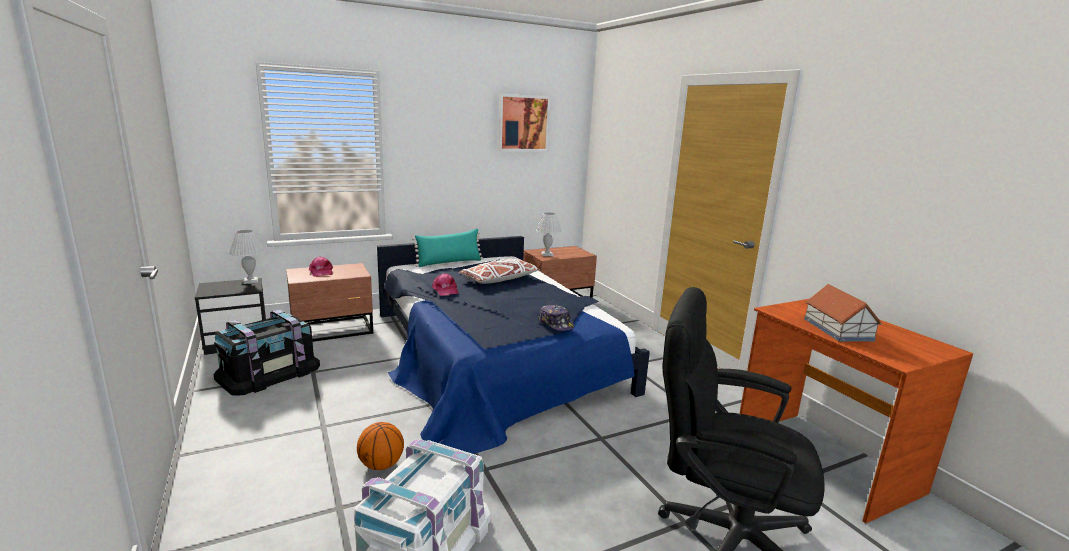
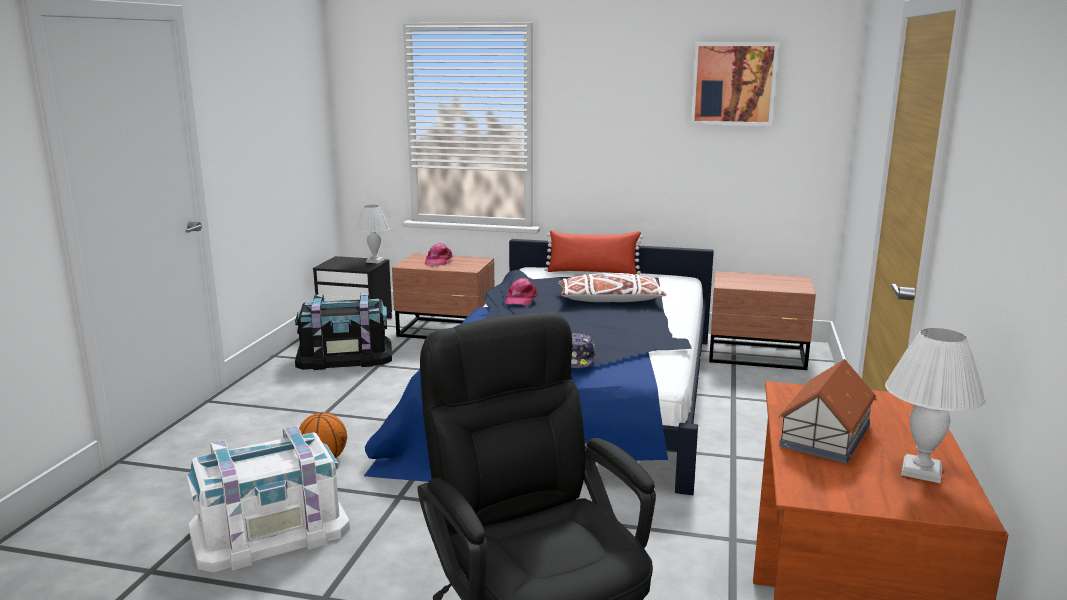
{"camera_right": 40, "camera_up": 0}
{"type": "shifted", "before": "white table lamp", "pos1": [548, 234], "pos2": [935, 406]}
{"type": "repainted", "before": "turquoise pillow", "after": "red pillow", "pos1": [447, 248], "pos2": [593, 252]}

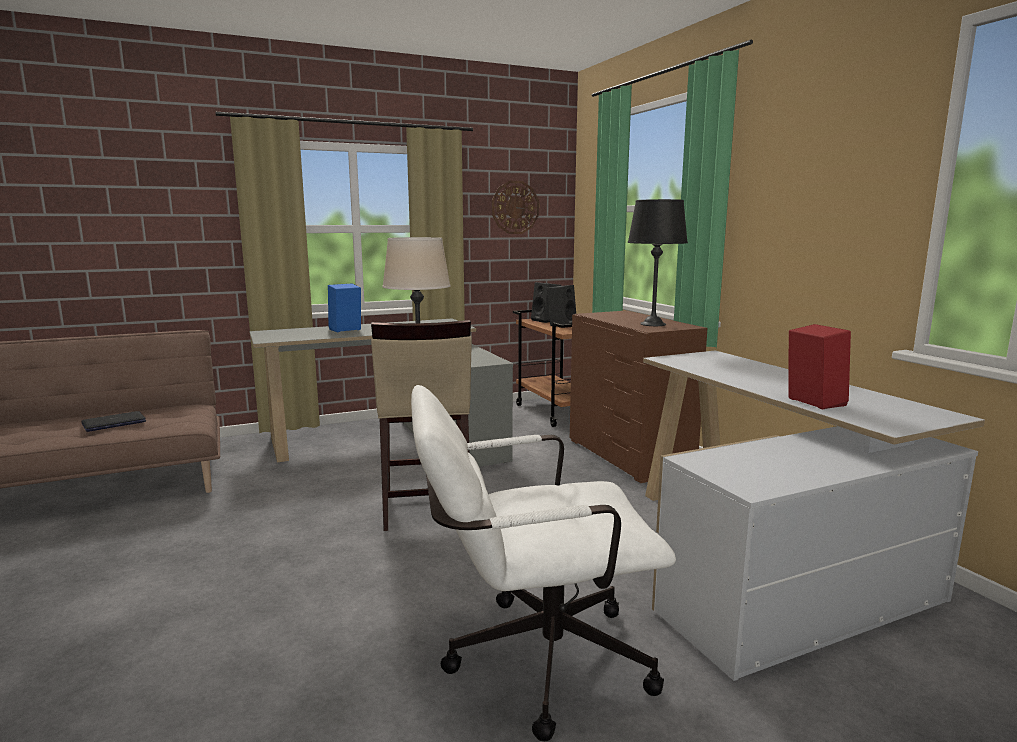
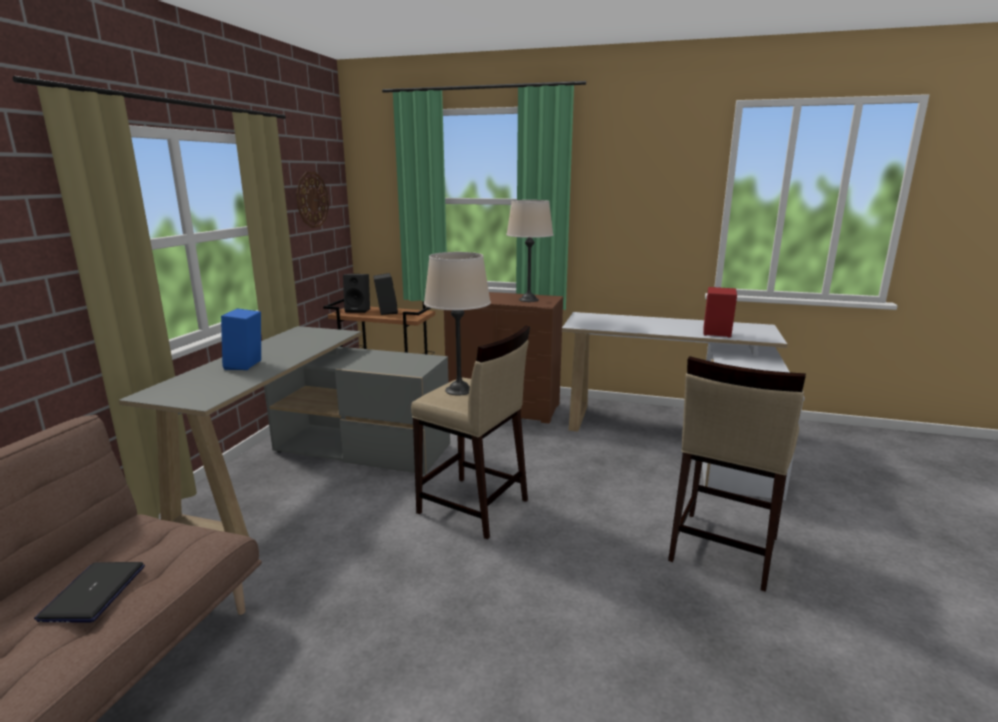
{"camera_right": -50, "camera_up": 5}
{"type": "repainted", "before": "black table lamp", "after": "beige table lamp", "pos1": [658, 262], "pos2": [529, 251]}
{"type": "swapped", "before": "white office chair", "after": "beige stool", "pos1": [543, 563], "pos2": [737, 474]}

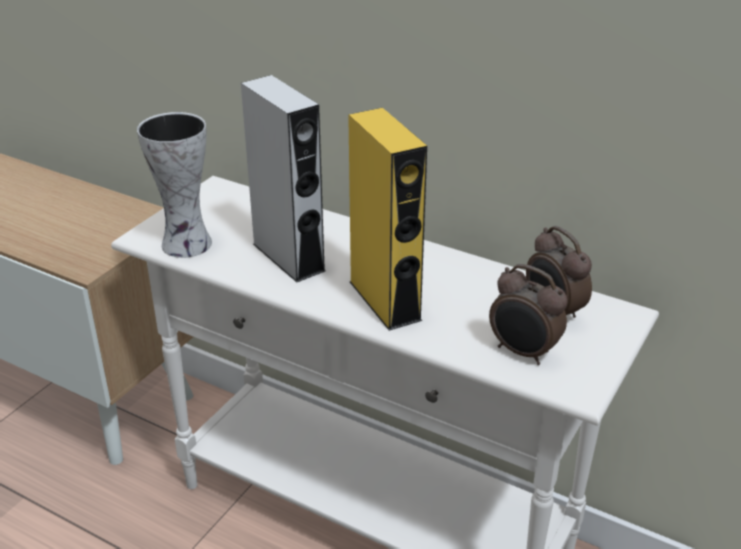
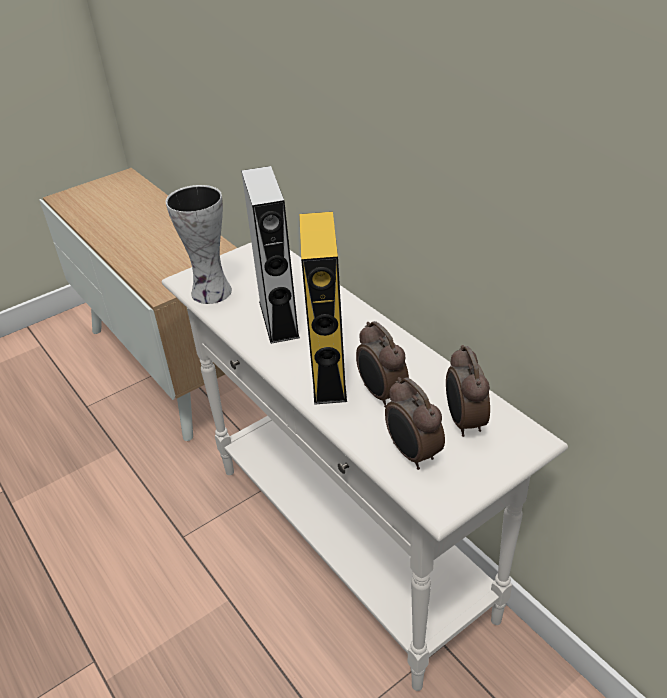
{"camera_right": 25, "camera_up": 5}
{"type": "new", "after": "alarm clock", "pos2": [382, 364]}

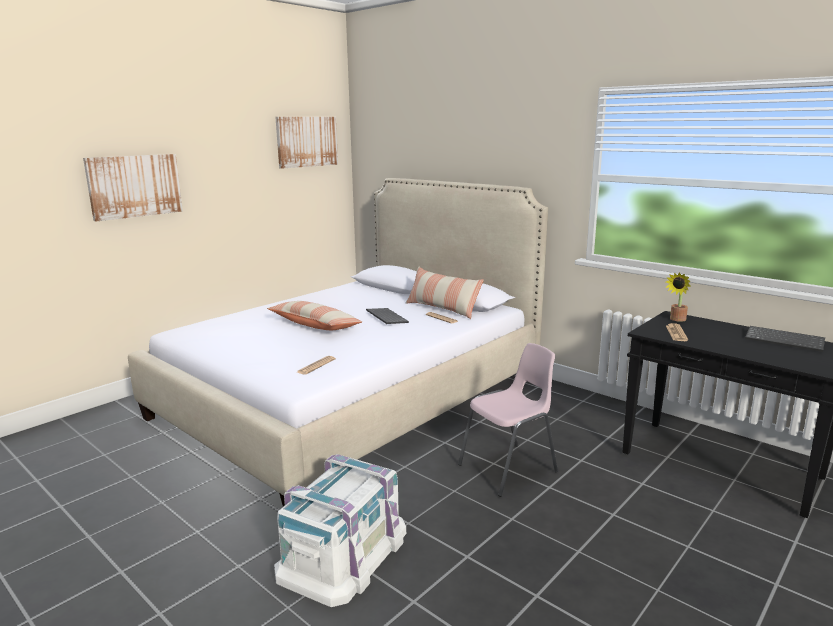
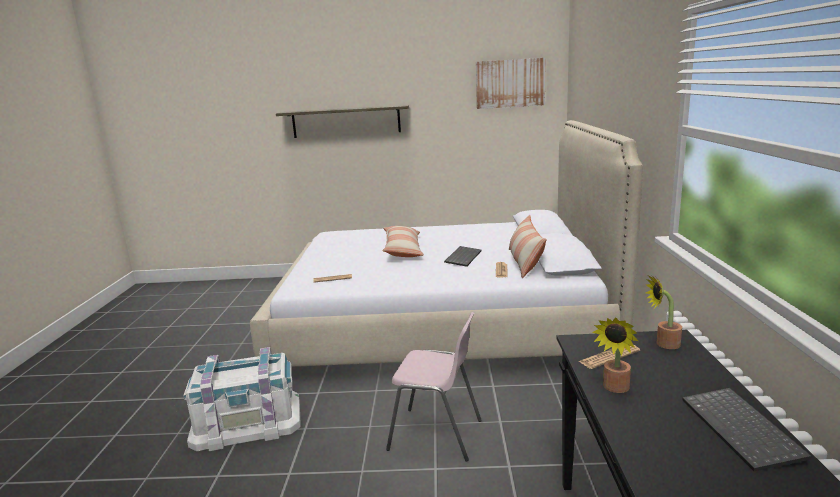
{"camera_right": 50, "camera_up": 0}
{"type": "swapped", "before": "picture", "after": "shelf", "pos1": [133, 187], "pos2": [342, 121]}
{"type": "new", "after": "potted plant", "pos2": [615, 355]}

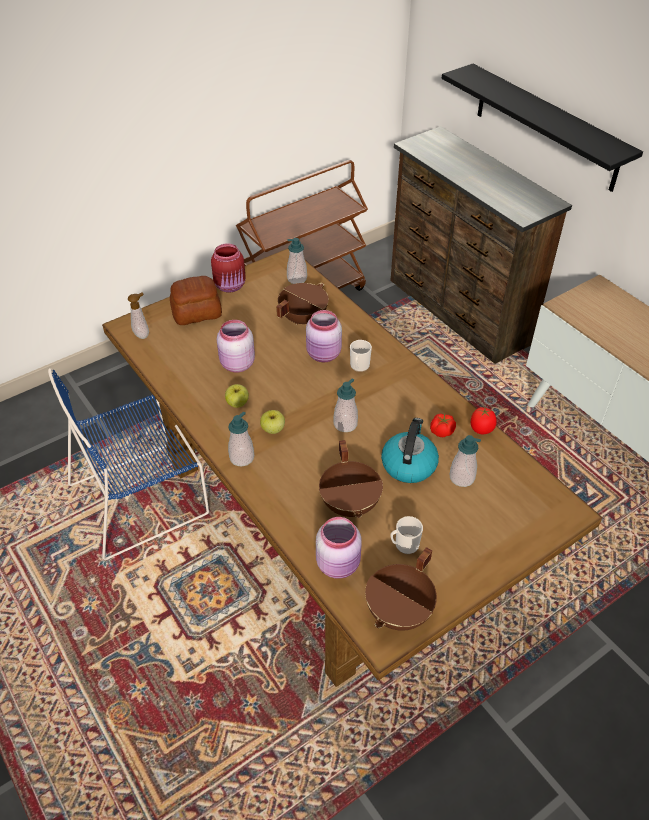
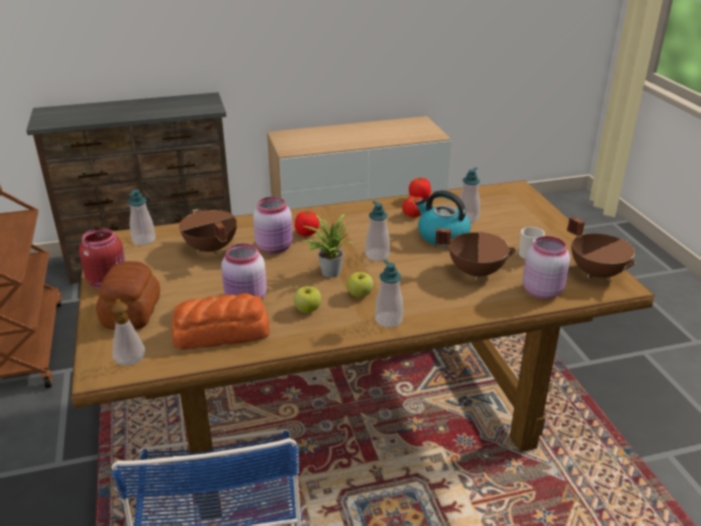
{"camera_right": -70, "camera_up": -15}
{"type": "gone", "before": "black shelf", "pos1": [542, 128]}
{"type": "swapped", "before": "mug", "after": "tomato", "pos1": [361, 356], "pos2": [307, 224]}
{"type": "new", "after": "potted plant", "pos2": [327, 245]}
{"type": "new", "after": "bread", "pos2": [221, 321]}

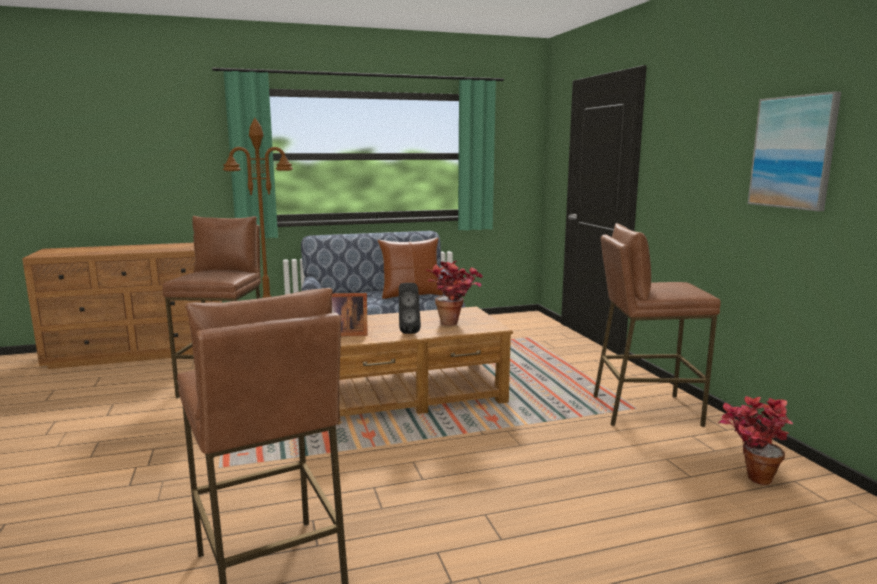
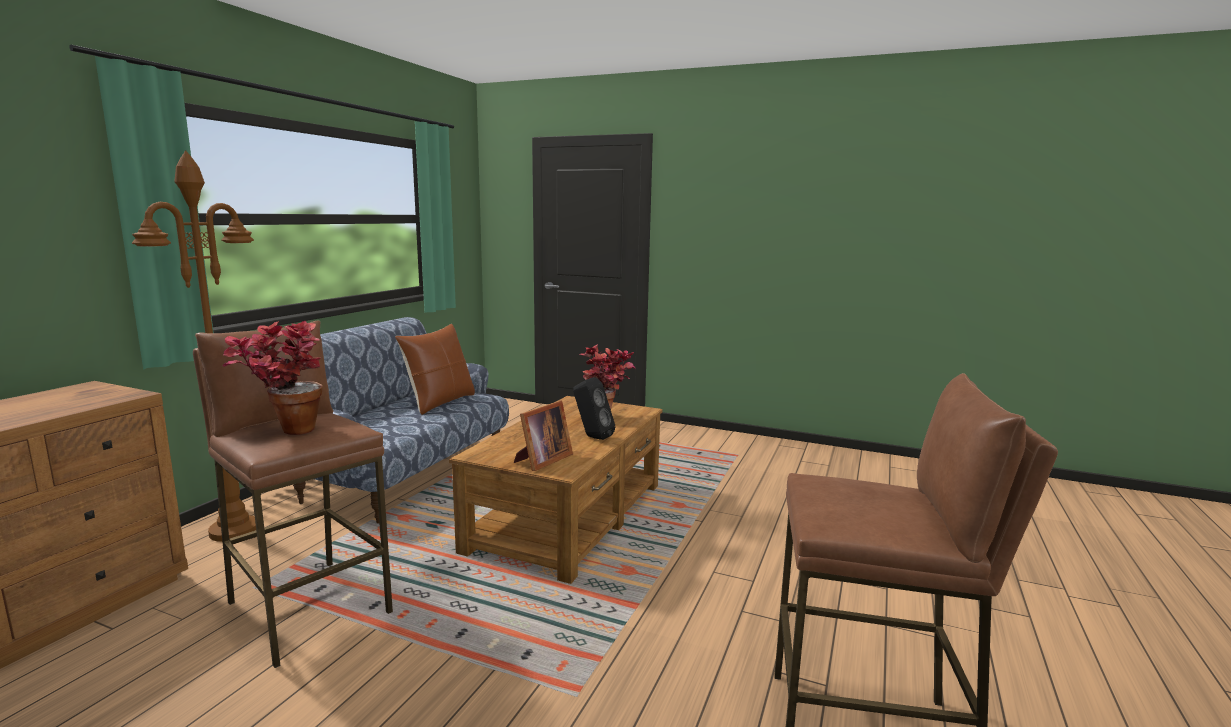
{"camera_right": -50, "camera_up": 0}
{"type": "gone", "before": "picture", "pos1": [794, 151]}
{"type": "gone", "before": "brown stool", "pos1": [657, 325]}
{"type": "shifted", "before": "potted plant", "pos1": [755, 440], "pos2": [272, 378]}

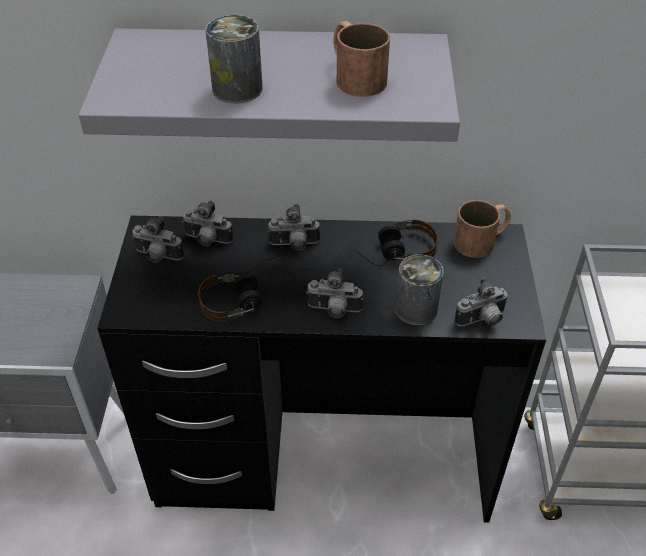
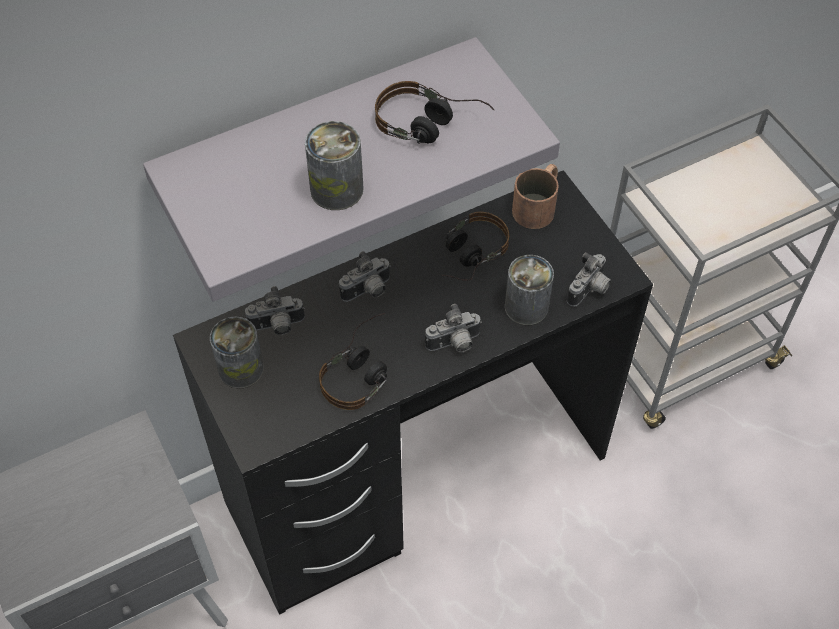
{"camera_right": -30, "camera_up": 10}
{"type": "swapped", "before": "brown mug", "after": "headphones", "pos1": [361, 59], "pos2": [434, 112]}
{"type": "swapped", "before": "photo camera", "after": "can", "pos1": [158, 239], "pos2": [237, 353]}

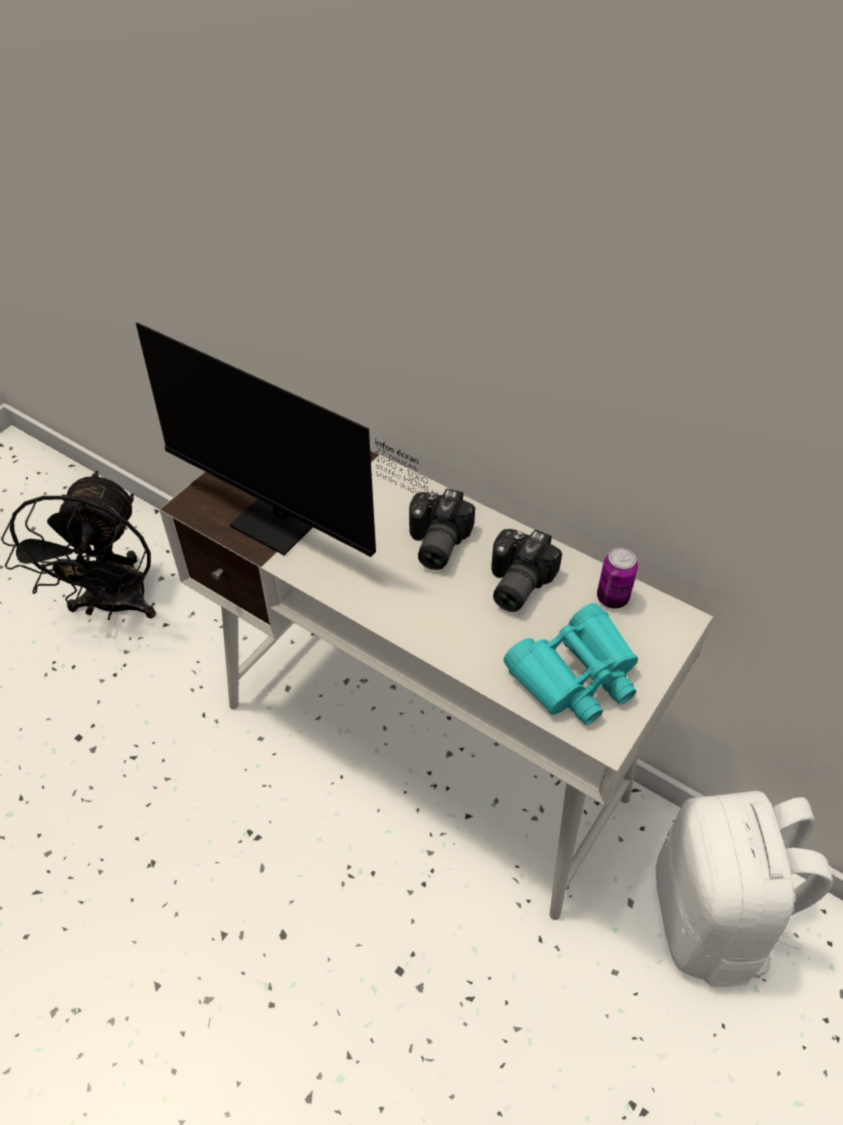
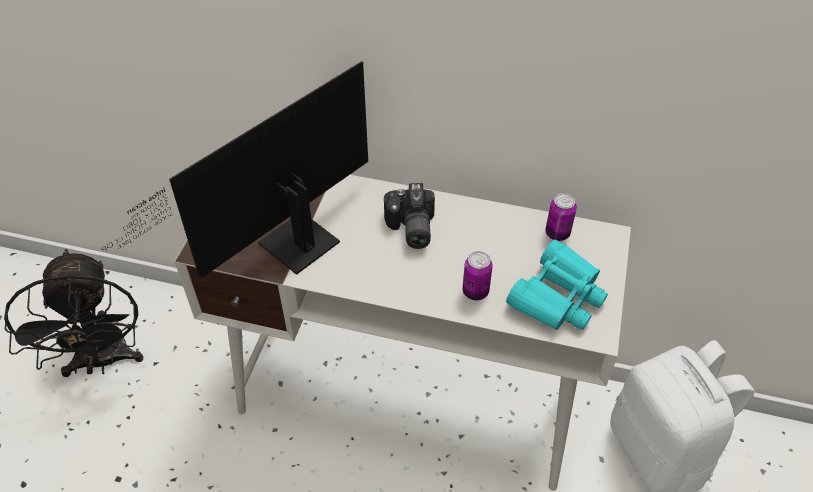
{"camera_right": -20, "camera_up": 0}
{"type": "rotated", "before": "monitor", "pos1": [295, 440], "pos2": [235, 169], "turn": 120}
{"type": "gone", "before": "photo camera", "pos1": [526, 570]}
{"type": "new", "after": "can", "pos2": [478, 275]}

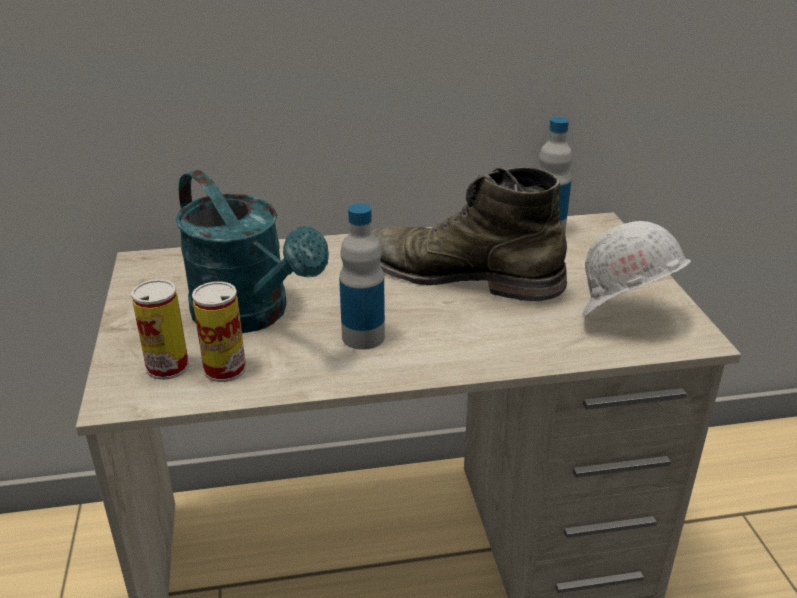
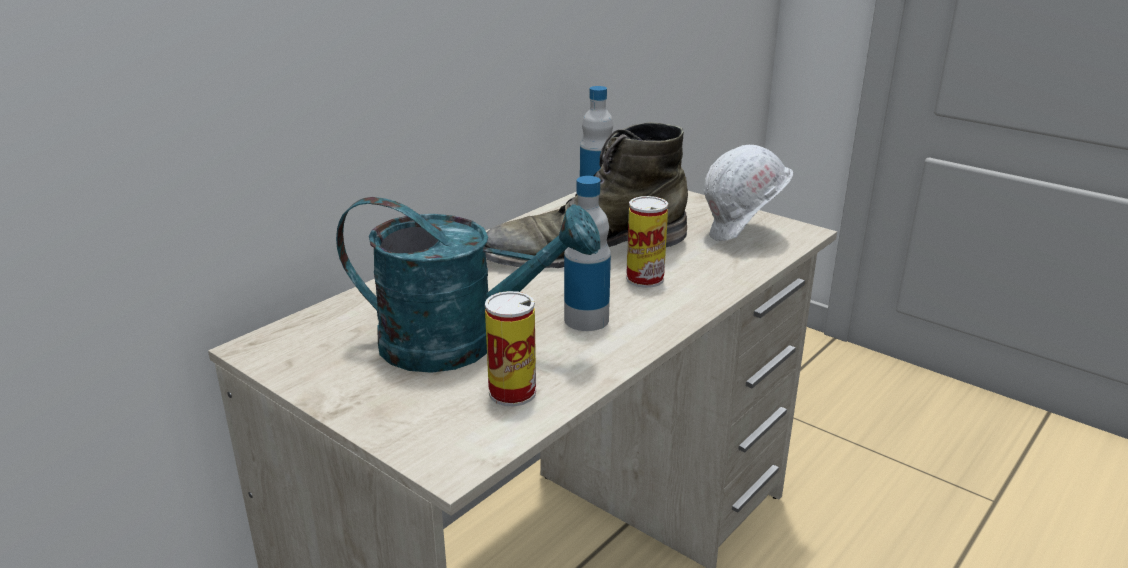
{"camera_right": -40, "camera_up": -5}
{"type": "shifted", "before": "can", "pos1": [160, 329], "pos2": [647, 242]}

